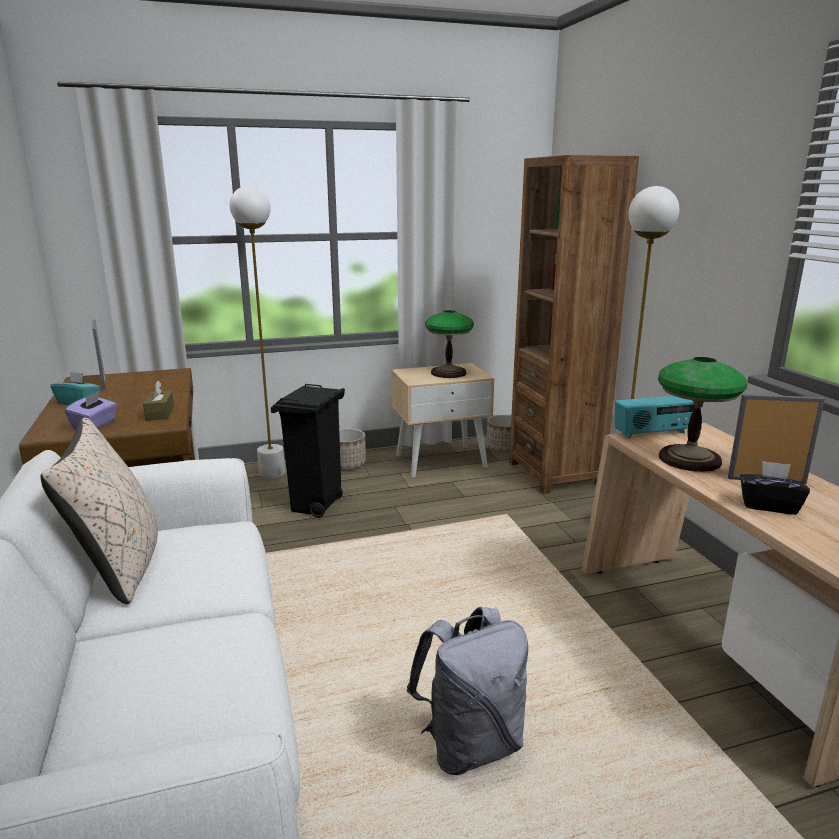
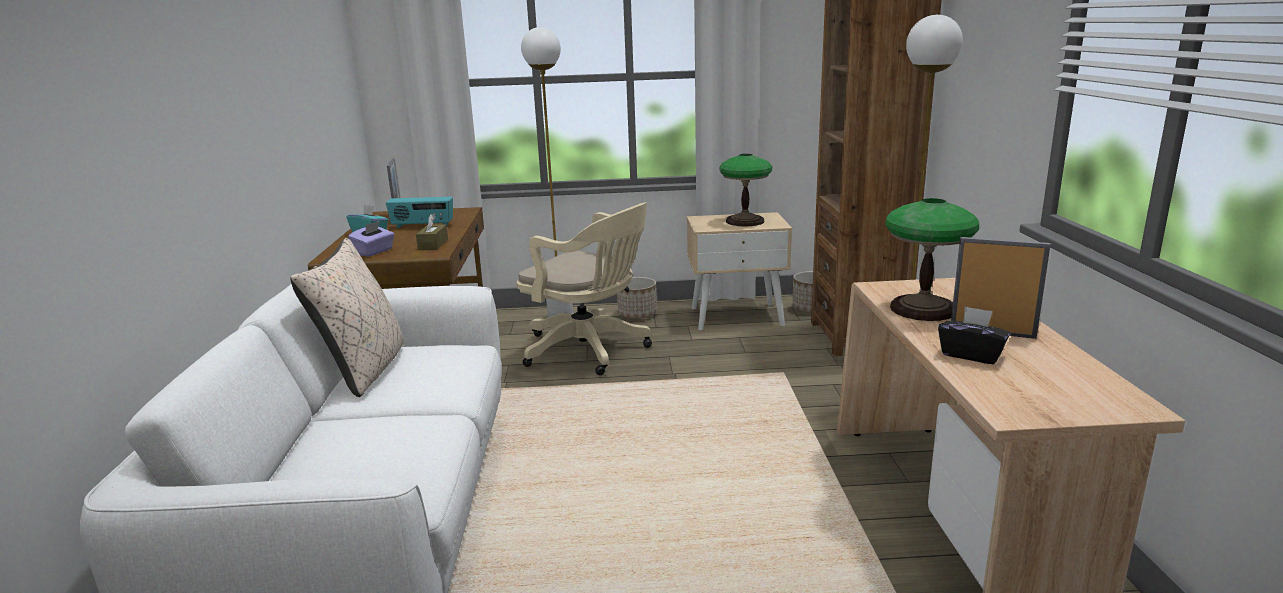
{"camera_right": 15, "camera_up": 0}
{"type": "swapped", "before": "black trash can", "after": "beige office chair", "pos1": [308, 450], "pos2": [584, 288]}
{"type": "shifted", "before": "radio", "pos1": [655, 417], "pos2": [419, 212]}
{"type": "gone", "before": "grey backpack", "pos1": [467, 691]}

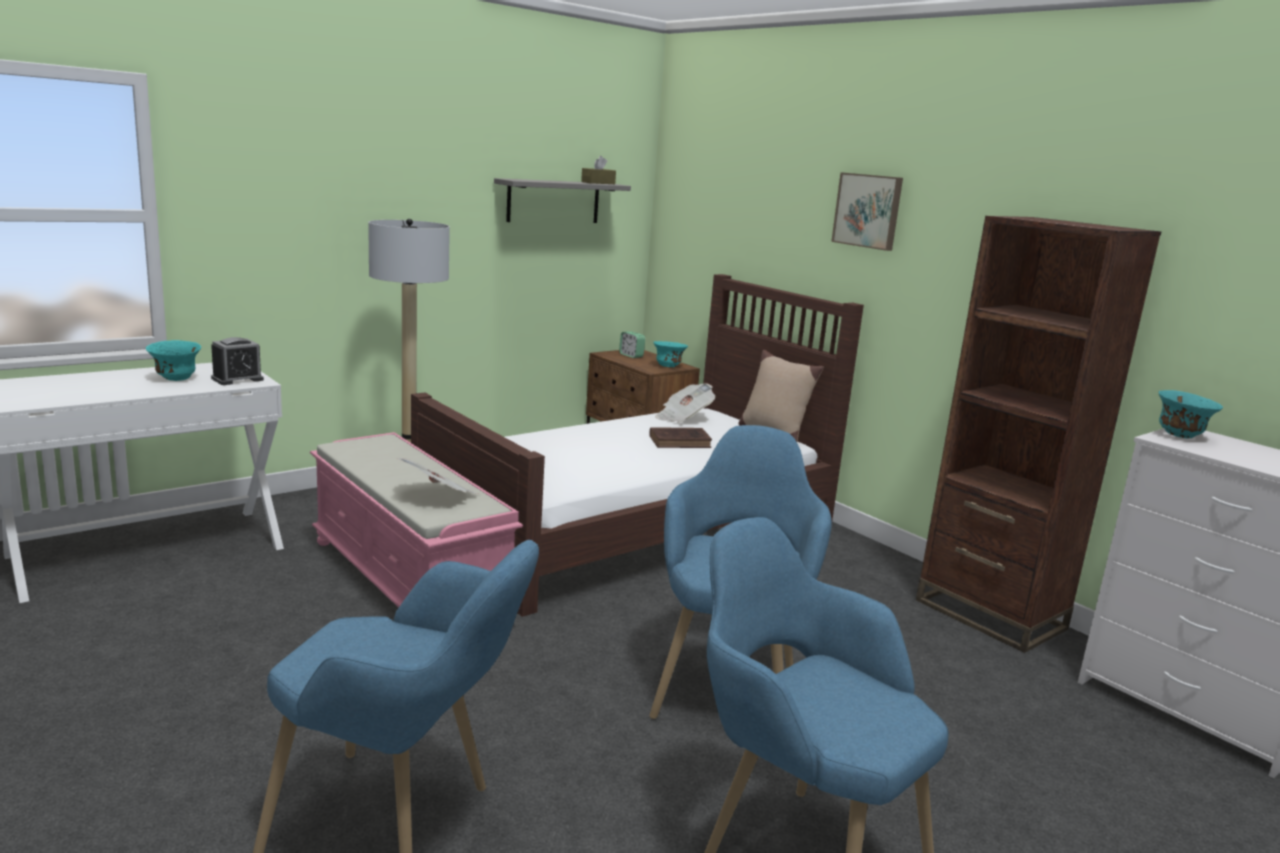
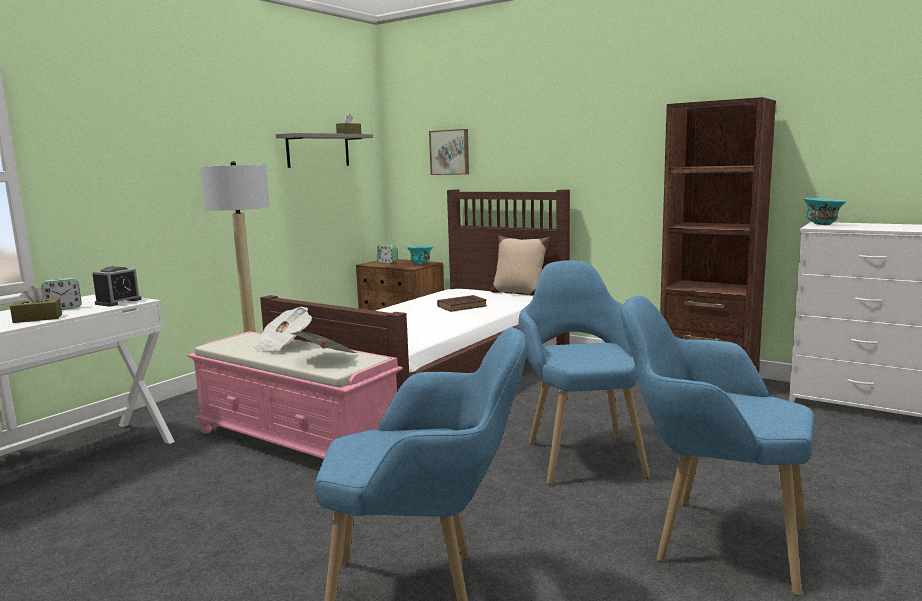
{"camera_right": -15, "camera_up": -5}
{"type": "shifted", "before": "picture", "pos1": [867, 211], "pos2": [449, 152]}
{"type": "swapped", "before": "turquoise bowl", "after": "alarm clock", "pos1": [173, 360], "pos2": [61, 294]}
{"type": "shifted", "before": "newspaper", "pos1": [685, 402], "pos2": [281, 329]}
{"type": "new", "after": "brown tissue box", "pos2": [36, 304]}

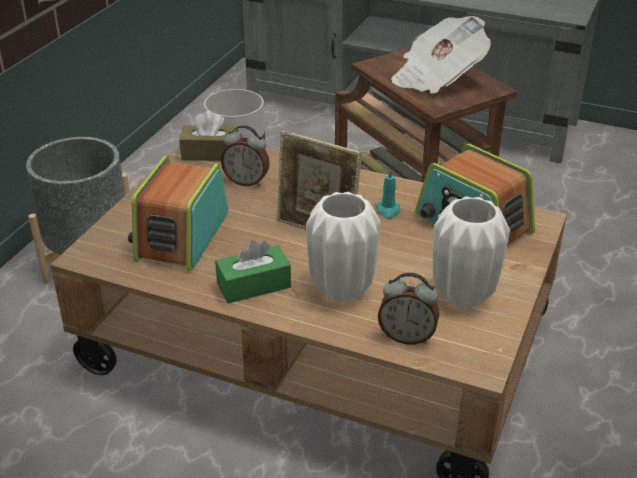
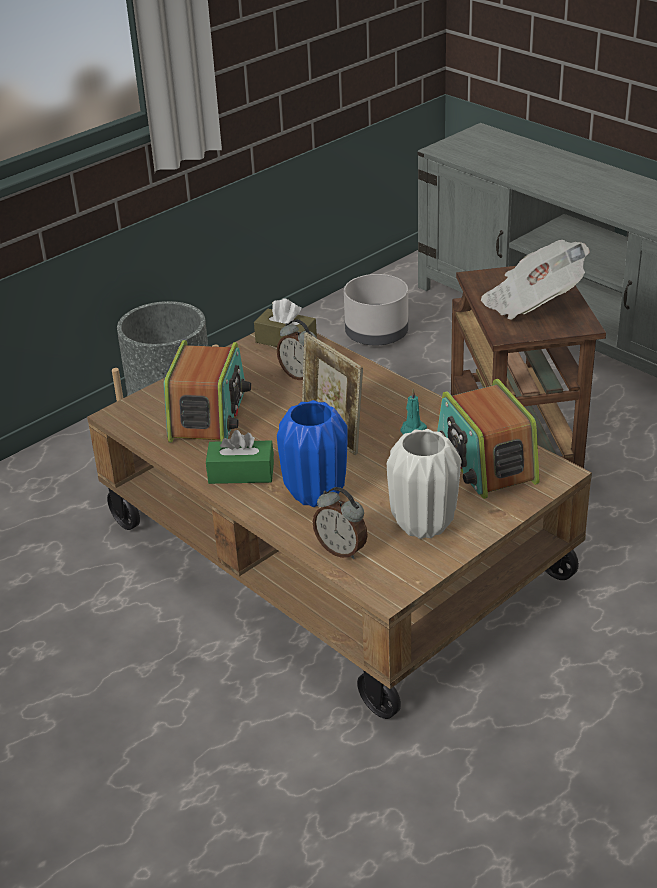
{"camera_right": 25, "camera_up": 0}
{"type": "rotated", "before": "radio", "pos1": [178, 213], "pos2": [207, 391], "turn": 150}
{"type": "repainted", "before": "white vase", "after": "blue vase", "pos1": [343, 247], "pos2": [312, 453]}

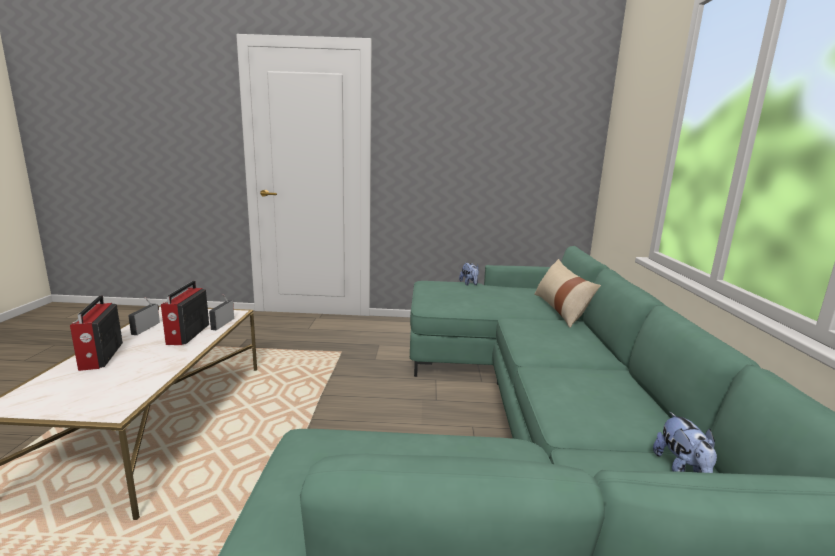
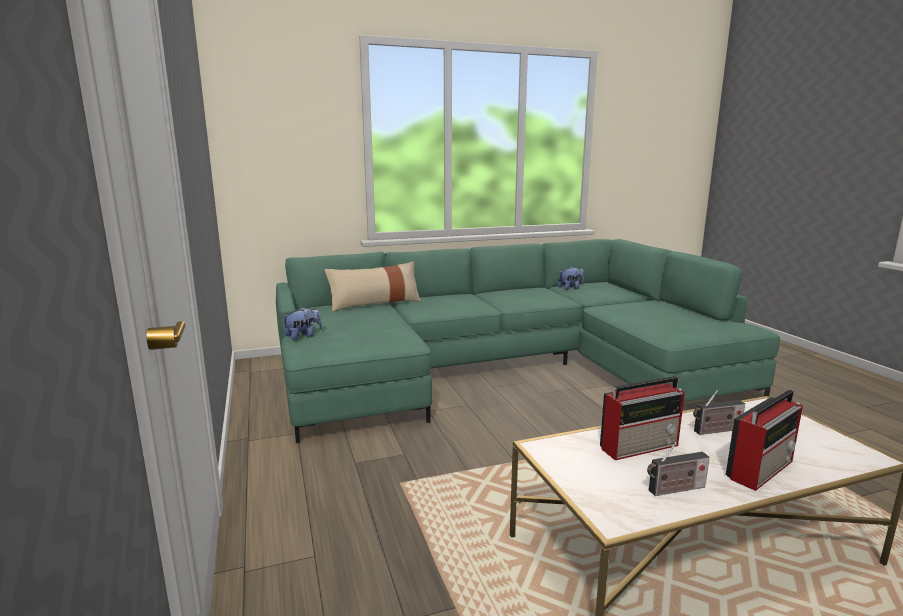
{"camera_right": -110, "camera_up": 0}
{"type": "shifted", "before": "radio", "pos1": [221, 312], "pos2": [719, 412]}

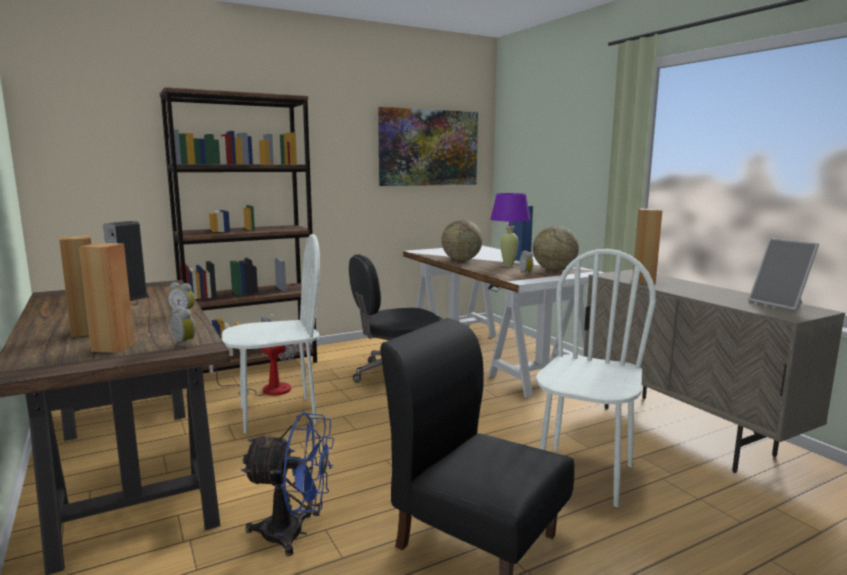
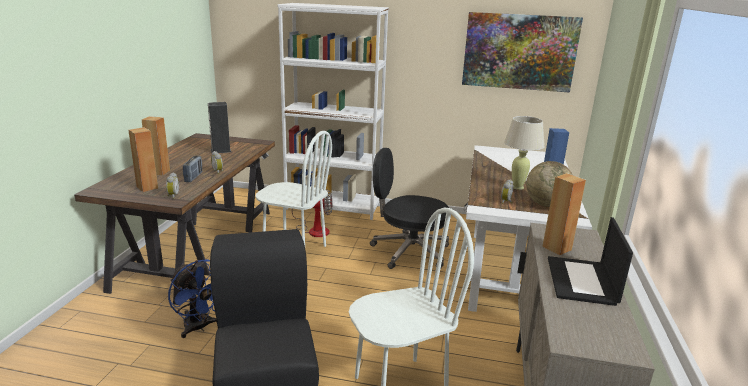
{"camera_right": 40, "camera_up": 10}
{"type": "repainted", "before": "brown bookcase", "after": "white bookcase", "pos1": [238, 230], "pos2": [333, 111]}
{"type": "repainted", "before": "purple table lamp", "after": "beige table lamp", "pos1": [511, 230], "pos2": [524, 153]}
{"type": "gone", "before": "globe", "pos1": [461, 240]}
{"type": "gone", "before": "picture frame", "pos1": [784, 274]}
{"type": "new", "after": "radio", "pos2": [192, 169]}
{"type": "new", "after": "laptop", "pos2": [590, 261]}

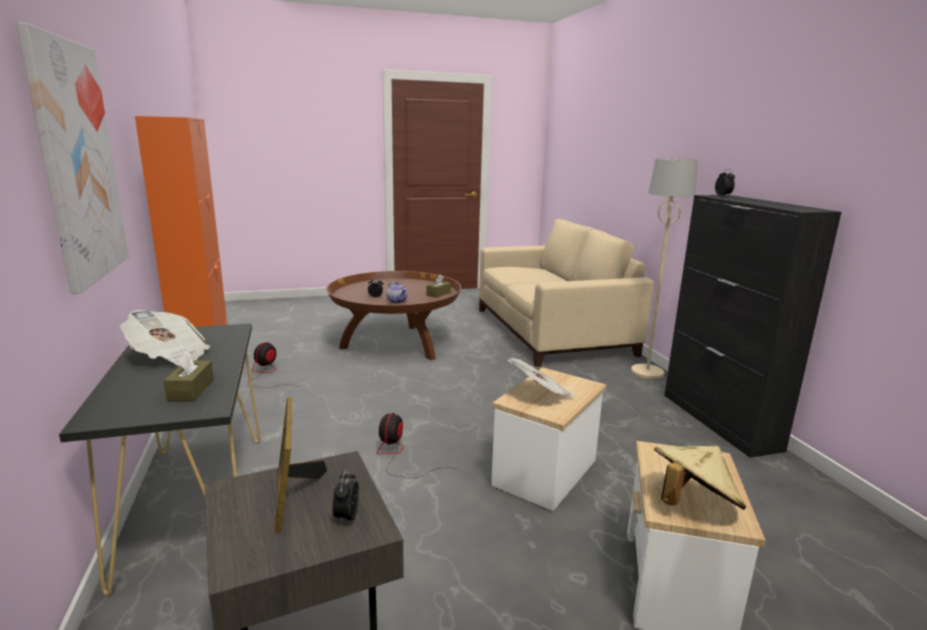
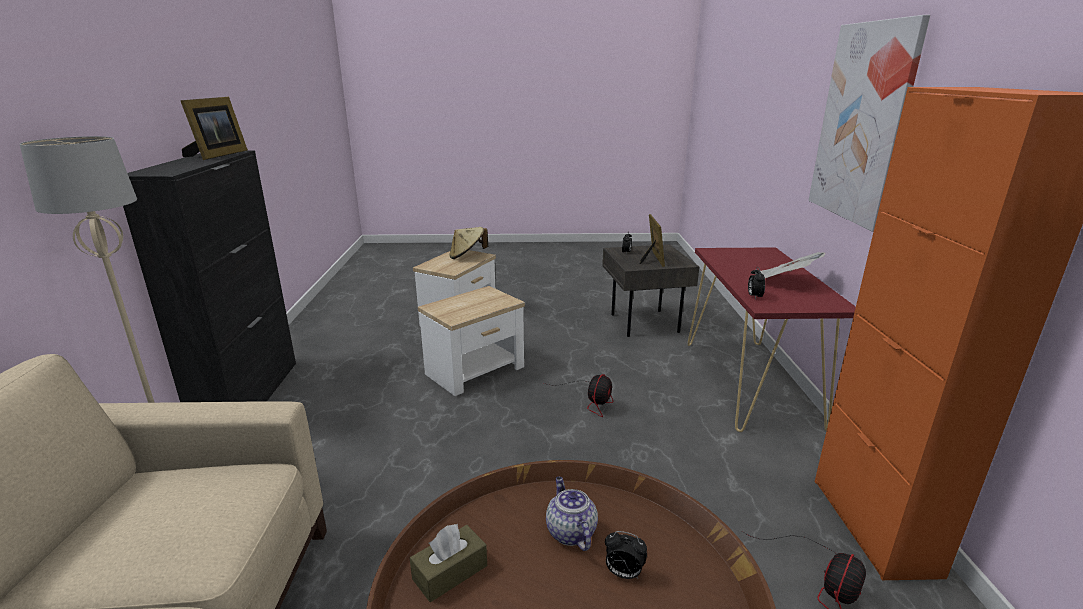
{"camera_right": -165, "camera_up": 5}
{"type": "shifted", "before": "alarm clock", "pos1": [725, 182], "pos2": [756, 283]}
{"type": "repainted", "before": "black console table", "after": "red console table", "pos1": [160, 459], "pos2": [772, 339]}
{"type": "gone", "before": "brown tissue box", "pos1": [189, 375]}
{"type": "gone", "before": "newspaper", "pos1": [542, 377]}
{"type": "new", "after": "picture frame", "pos2": [214, 128]}

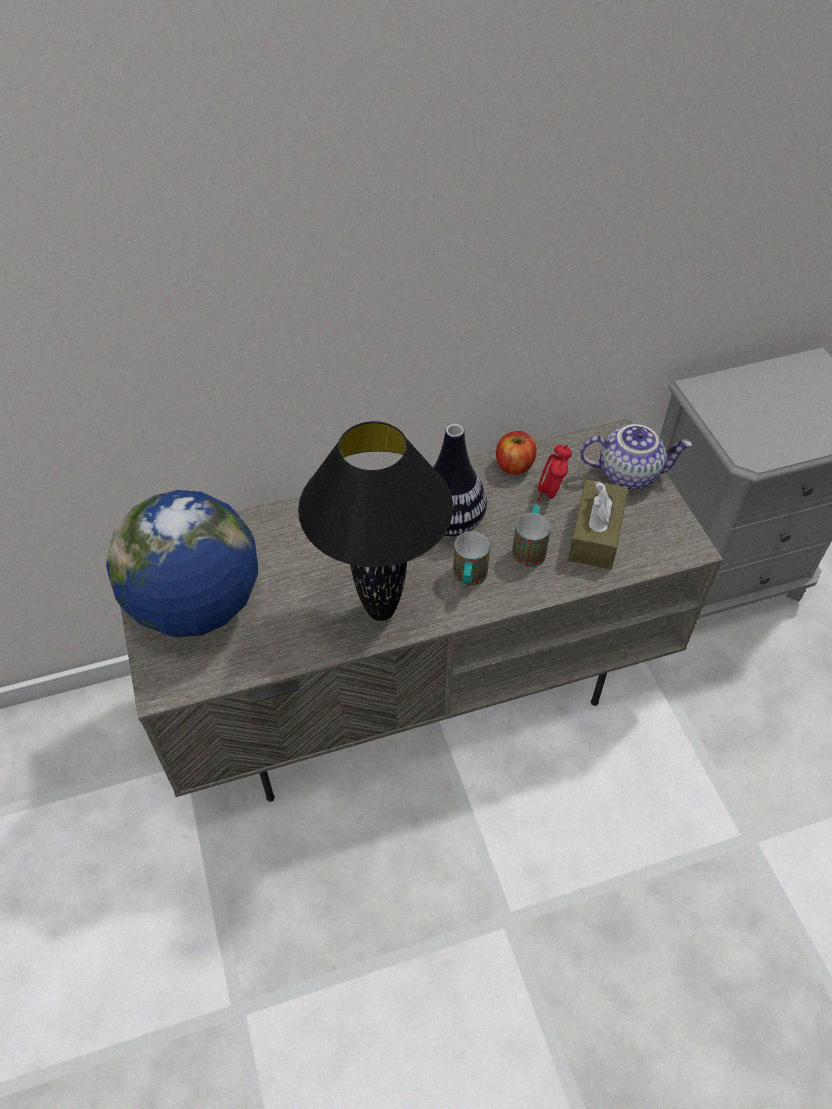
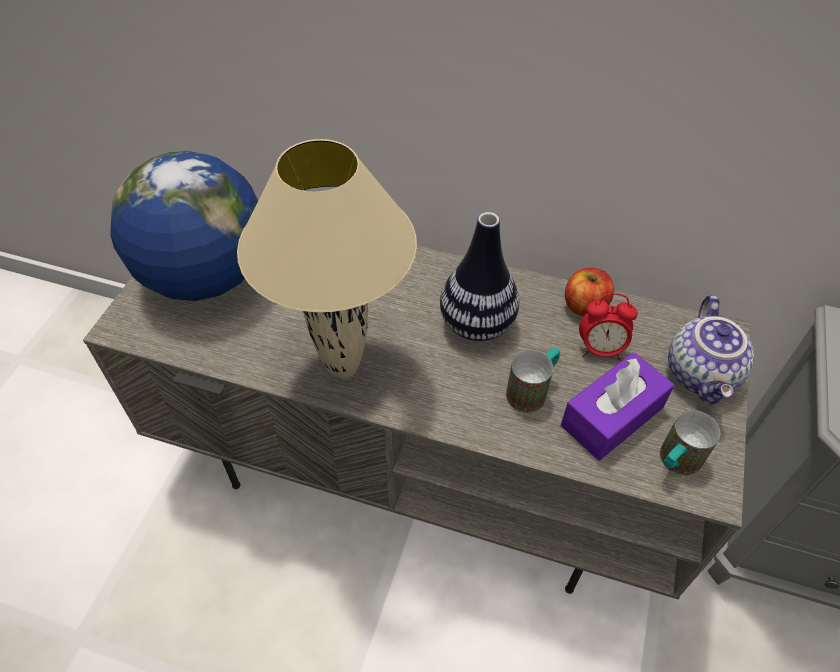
{"camera_right": 35, "camera_up": 0}
{"type": "repainted", "before": "black table lamp", "after": "beige table lamp", "pos1": [375, 521], "pos2": [327, 258]}
{"type": "rotated", "before": "teapot", "pos1": [636, 457], "pos2": [711, 350], "turn": 60}
{"type": "rotated", "before": "alarm clock", "pos1": [555, 473], "pos2": [608, 326], "turn": -135}
{"type": "repainted", "before": "brown tissue box", "after": "purple tissue box", "pos1": [598, 524], "pos2": [617, 406]}
{"type": "shifted", "before": "mug", "pos1": [471, 559], "pos2": [690, 443]}

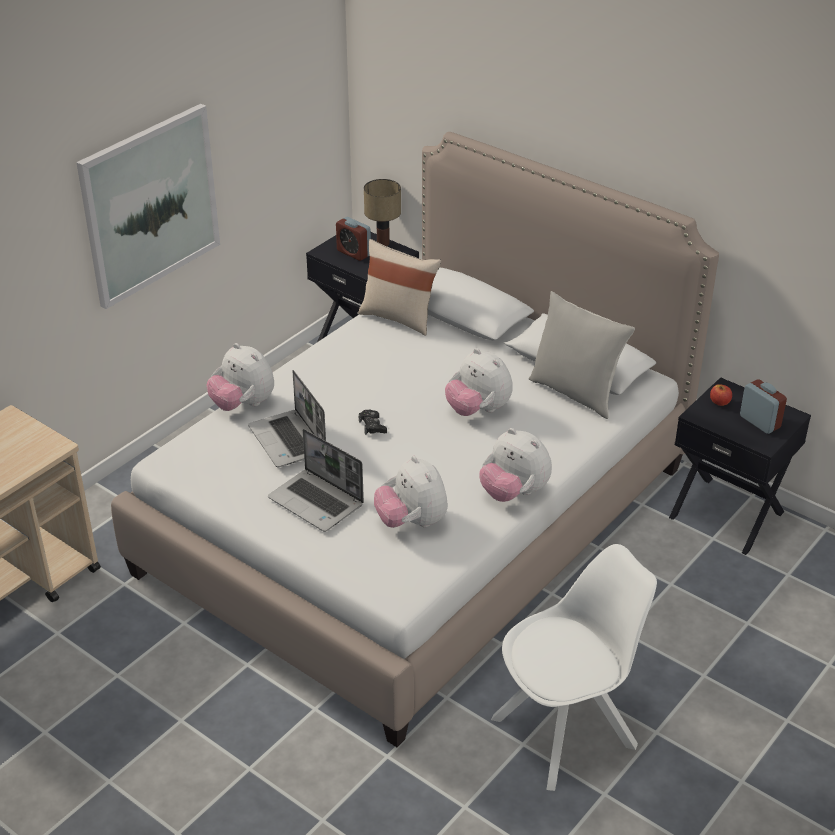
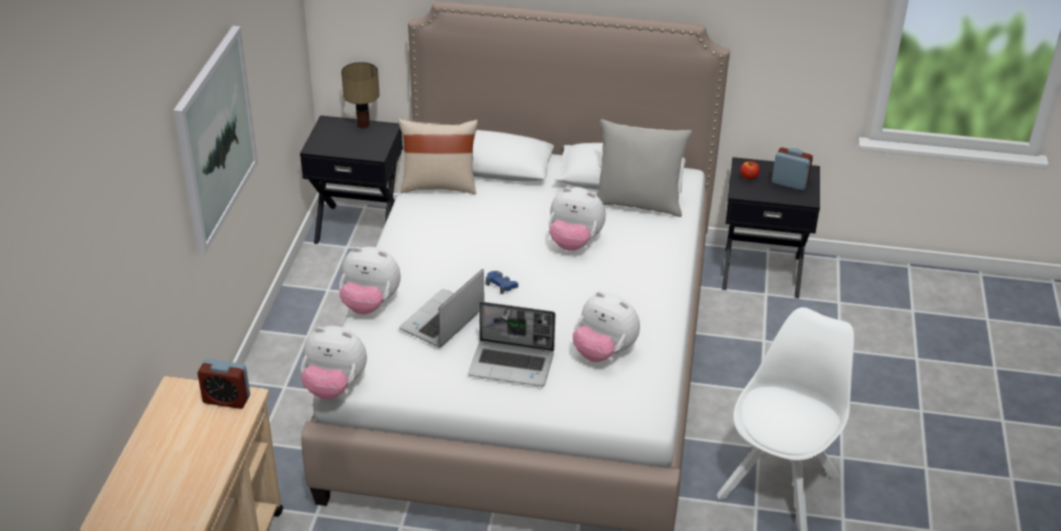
{"camera_right": -30, "camera_up": 0}
{"type": "shifted", "before": "alarm clock", "pos1": [353, 239], "pos2": [224, 384]}
{"type": "rotated", "before": "laptop", "pos1": [287, 418], "pos2": [441, 308], "turn": 90}
{"type": "repainted", "before": "black game controller", "after": "blue game controller", "pos1": [373, 422], "pos2": [502, 283]}
{"type": "shifted", "before": "plush toy", "pos1": [515, 465], "pos2": [334, 362]}

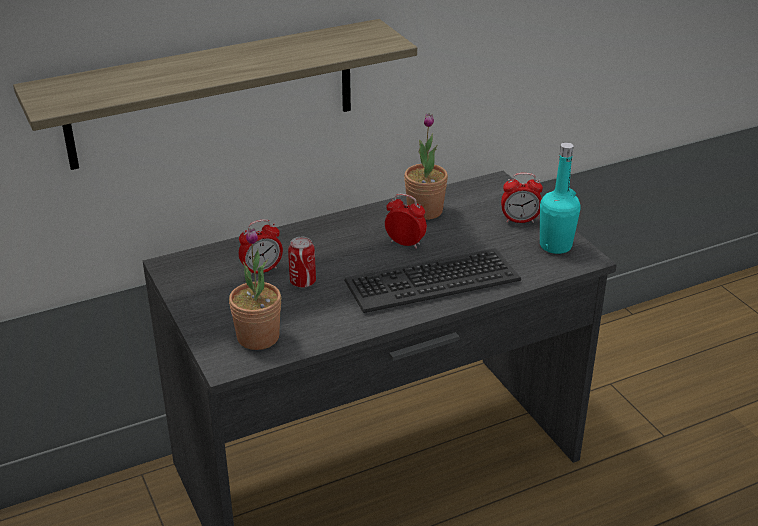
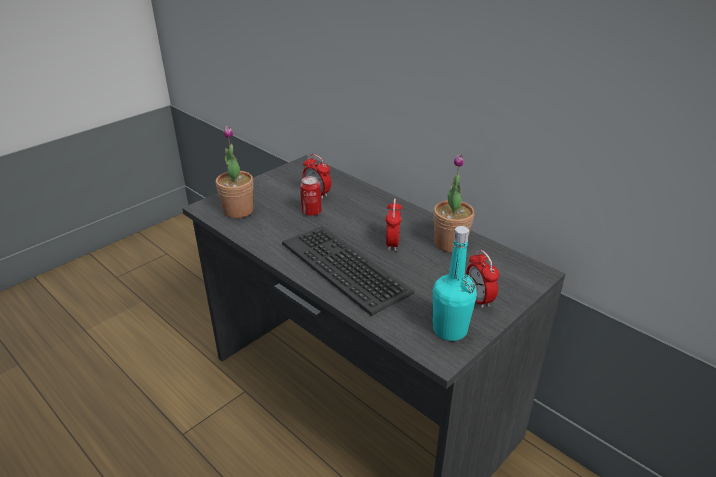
{"camera_right": 70, "camera_up": 0}
{"type": "gone", "before": "shelf", "pos1": [215, 94]}

